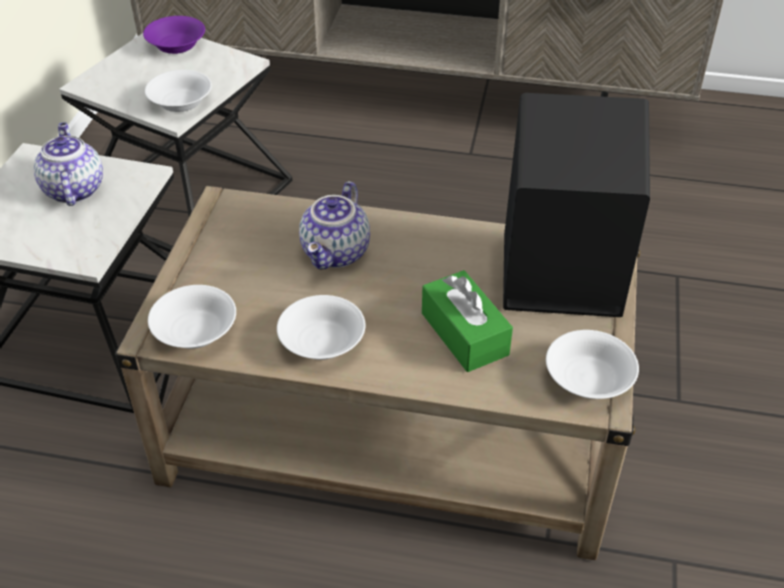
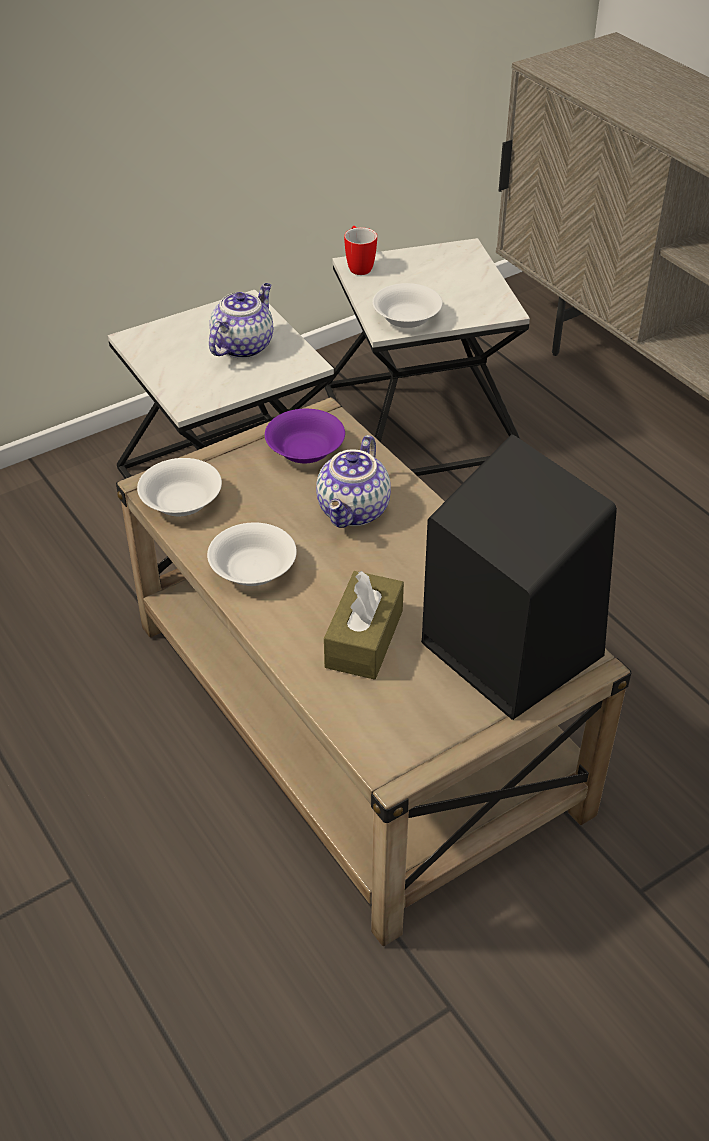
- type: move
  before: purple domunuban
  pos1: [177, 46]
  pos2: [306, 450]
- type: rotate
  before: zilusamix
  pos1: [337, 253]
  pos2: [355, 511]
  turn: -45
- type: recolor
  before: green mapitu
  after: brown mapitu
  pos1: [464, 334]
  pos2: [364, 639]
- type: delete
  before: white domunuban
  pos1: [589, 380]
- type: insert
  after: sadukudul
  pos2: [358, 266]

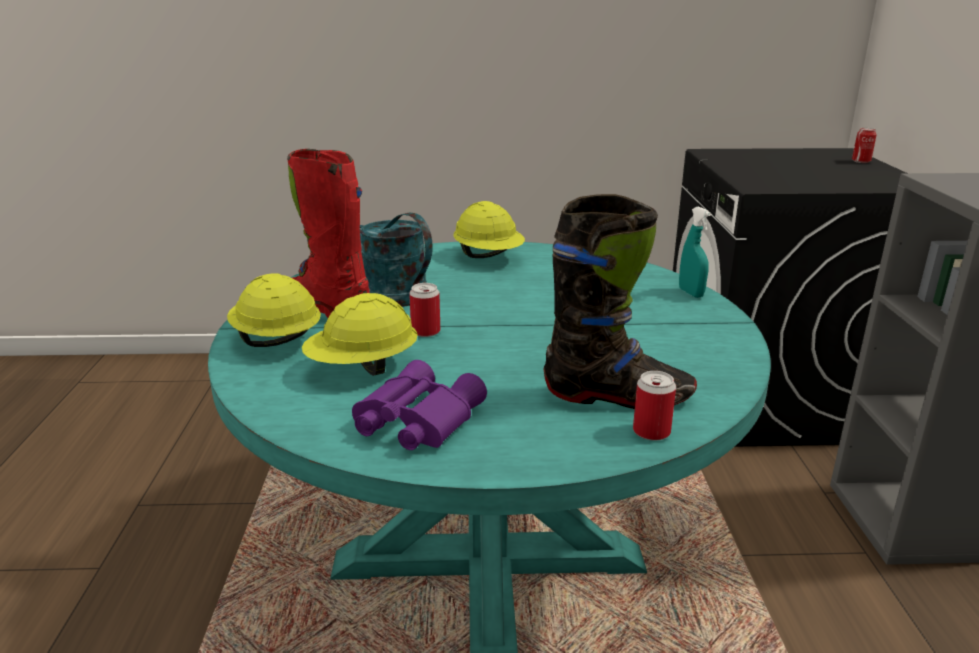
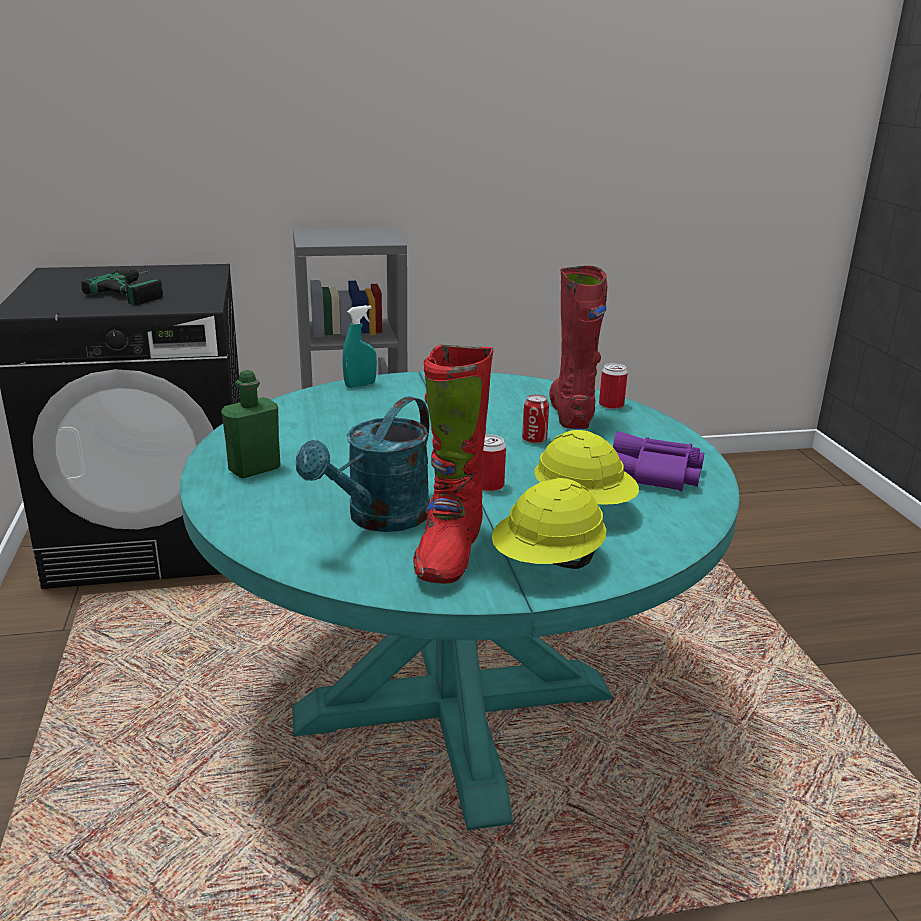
- type: move
  before: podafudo
  pos1: [861, 161]
  pos2: [534, 440]
- type: recolor
  before: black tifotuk
  after: red tifotuk
  pos1: [617, 397]
  pos2: [571, 413]
- type: replace
  before: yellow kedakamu
  after: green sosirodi
  pos1: [489, 257]
  pos2: [254, 469]
- type: insert
  after: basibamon
  pos2: [139, 291]

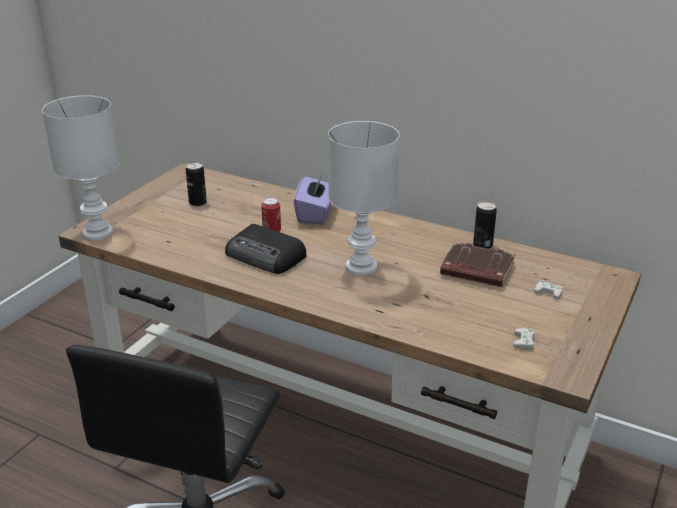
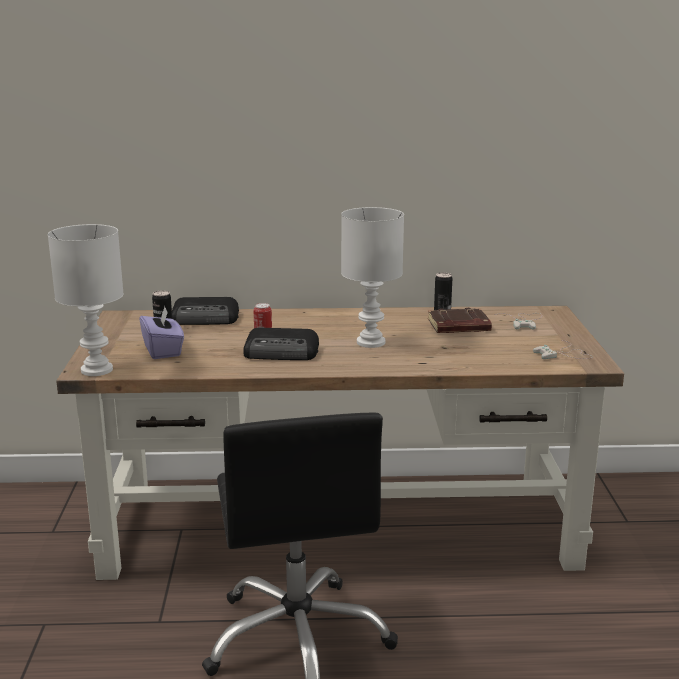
- type: move
  before: purple mapitu
  pos1: [315, 214]
  pos2: [163, 350]
- type: insert
  after: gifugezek
  pos2: [206, 318]

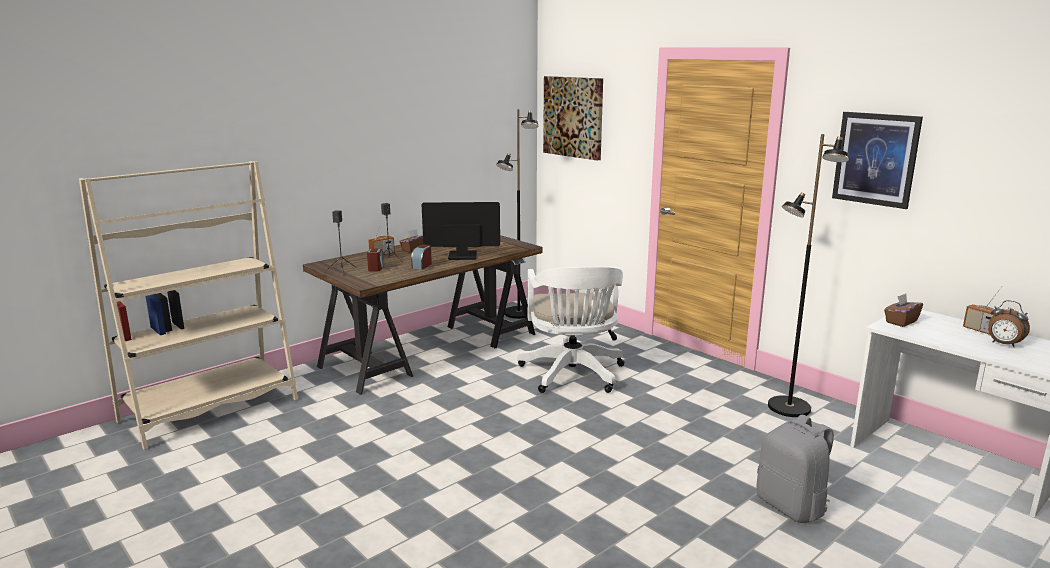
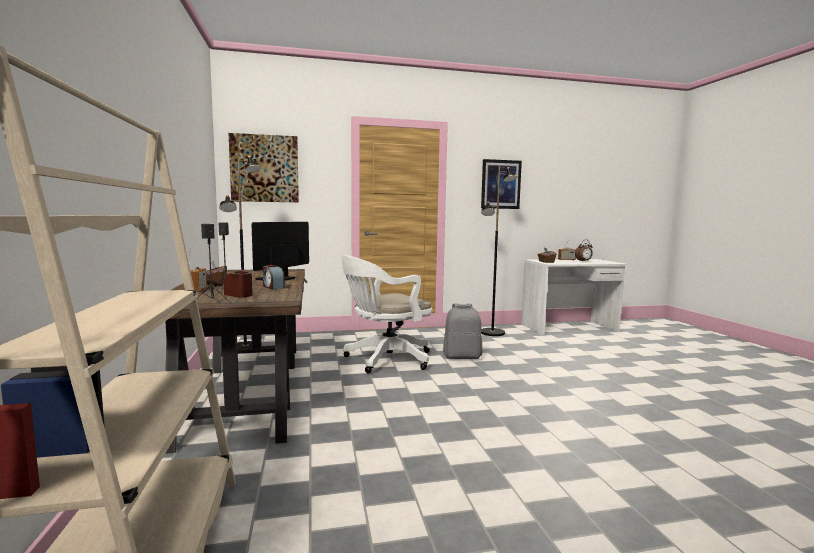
- type: rotate
  before: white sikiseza
  pos1: [573, 375]
  pos2: [385, 360]
  turn: 120
- type: move
  before: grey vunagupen
  pos1: [792, 506]
  pos2: [462, 356]

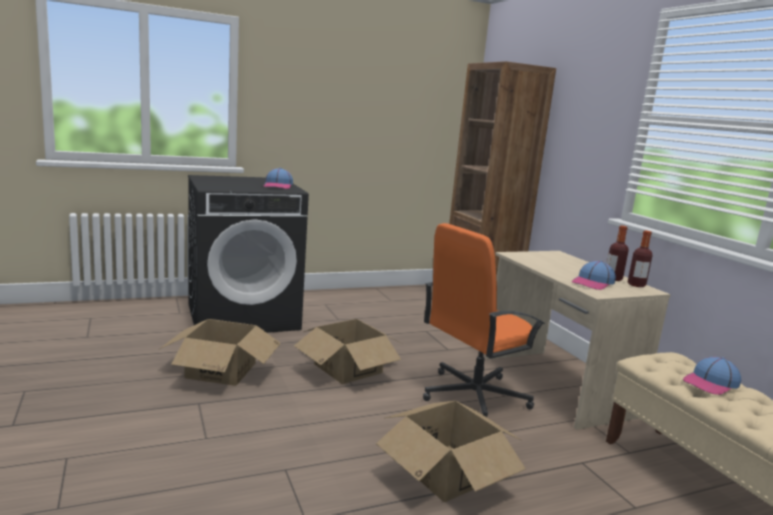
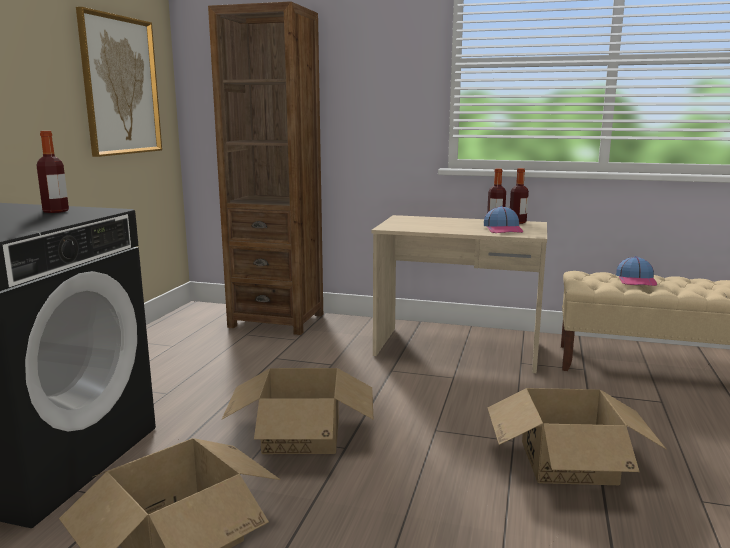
- type: replace
  before: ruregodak
  after: sosirodi
  pos1: [278, 186]
  pos2: [55, 211]
- type: delete
  before: orange sikiseza
  pos1: [473, 396]
- type: insert
  after: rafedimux
  pos2: [120, 86]

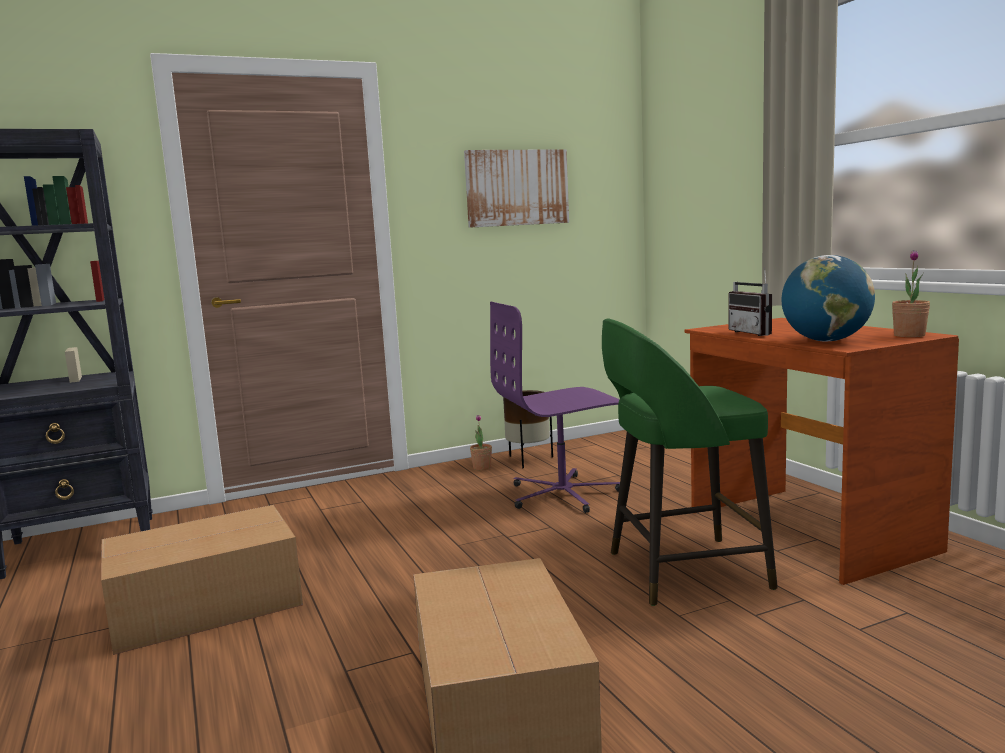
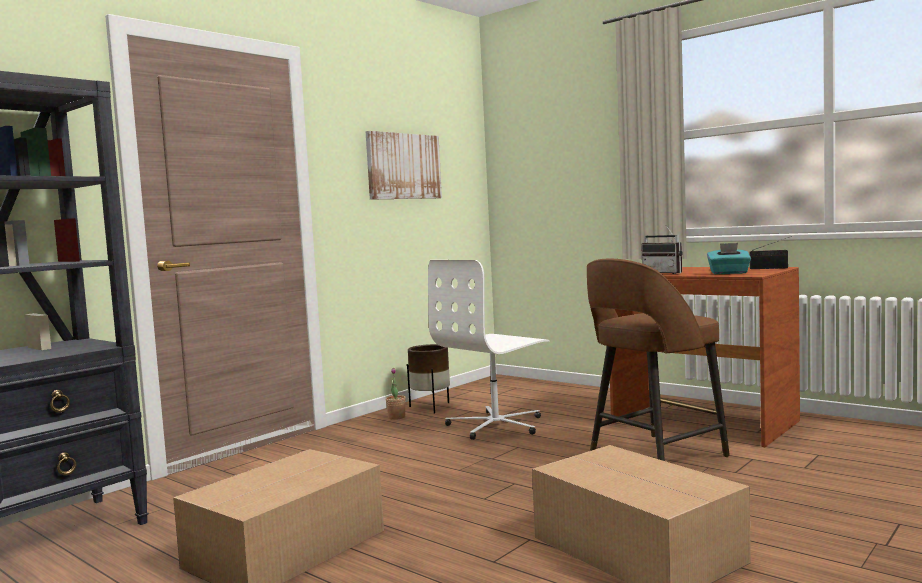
- type: replace
  before: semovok
  after: gifugezek
  pos1: [909, 335]
  pos2: [771, 268]
- type: replace
  before: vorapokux
  after: turquoise mapitu
  pos1: [825, 341]
  pos2: [729, 273]
- type: recolor
  before: purple sikiseza
  after: white sikiseza
  pos1: [563, 494]
  pos2: [496, 425]
- type: recolor
  before: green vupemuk
  after: brown vupemuk
  pos1: [682, 570]
  pos2: [654, 456]

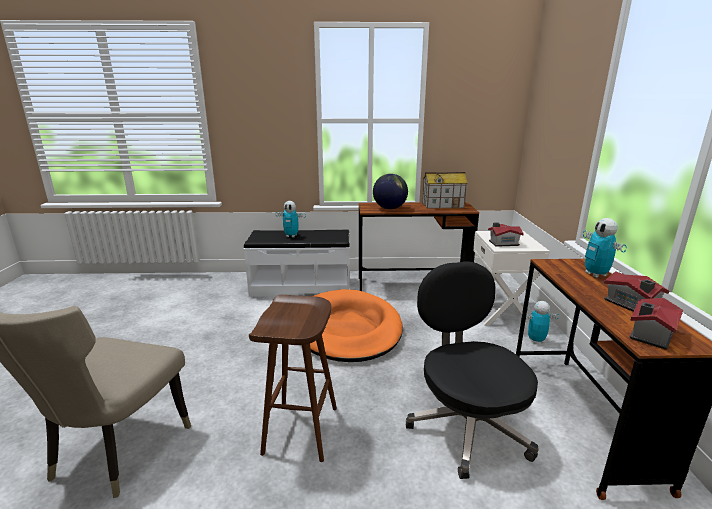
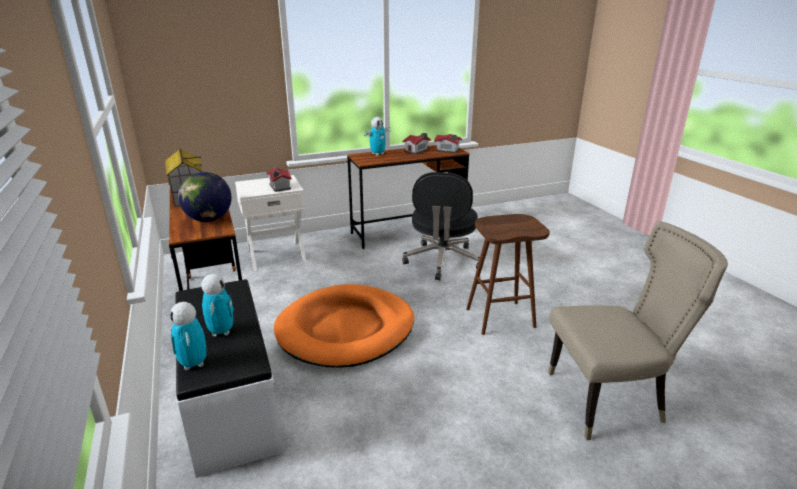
- type: rotate
  before: black sikiseza
  pos1: [467, 426]
  pos2: [442, 261]
  turn: -45
- type: move
  before: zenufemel
  pos1: [536, 340]
  pos2: [193, 364]

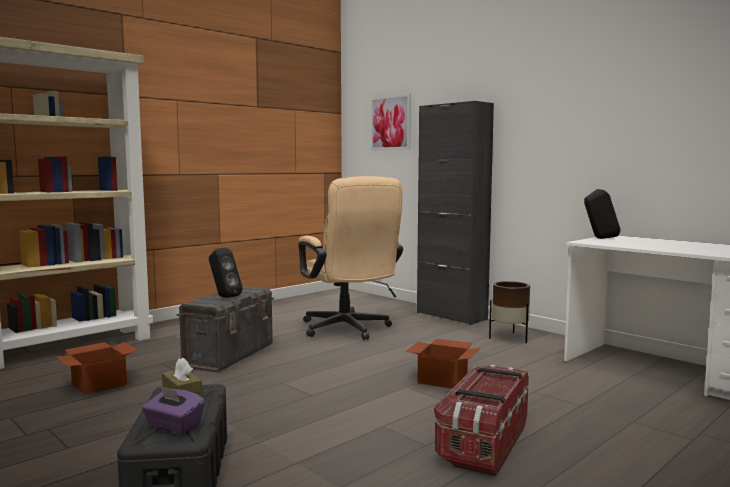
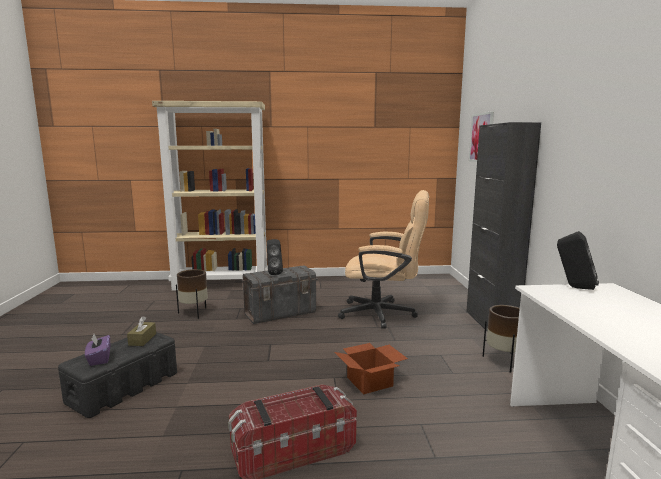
- type: rotate
  before: beige sikiseza
  pos1: [348, 330]
  pos2: [384, 314]
  turn: -90
- type: replace
  before: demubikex
  after: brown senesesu
  pos1: [99, 383]
  pos2: [194, 313]

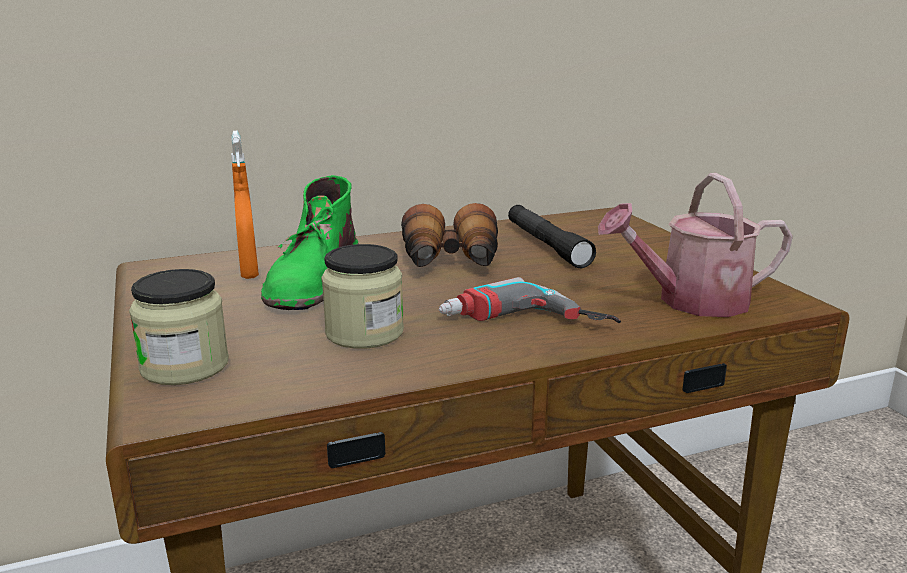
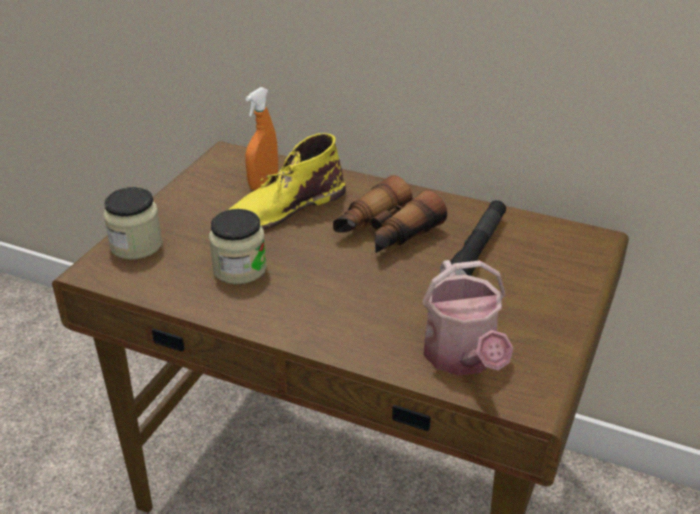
- type: rotate
  before: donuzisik
  pos1: [691, 301]
  pos2: [463, 358]
  turn: -135
- type: recolor
  before: green tifotuk
  after: yellow tifotuk
  pos1: [313, 280]
  pos2: [283, 208]
- type: delete
  before: basibamon
  pos1: [524, 326]

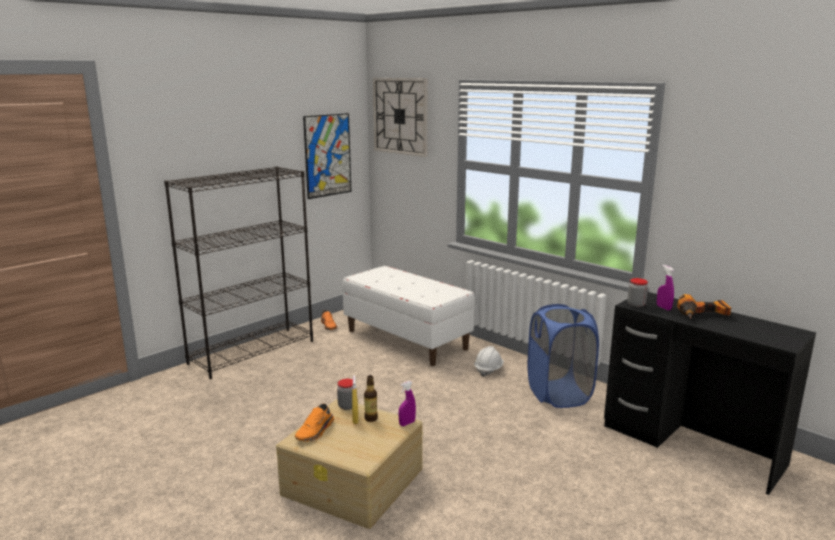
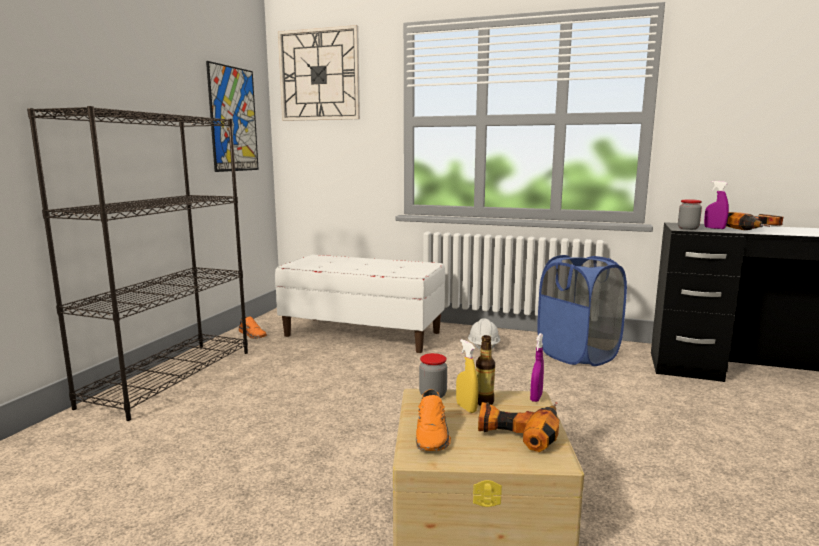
- type: insert
  after: basibamon
  pos2: [518, 429]

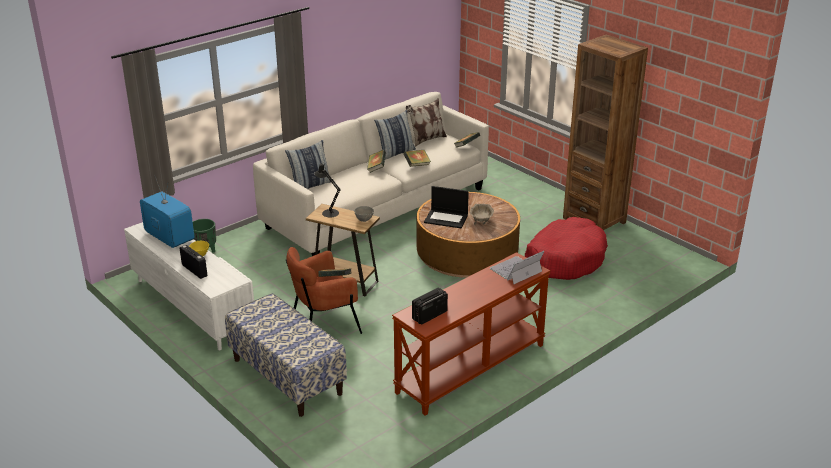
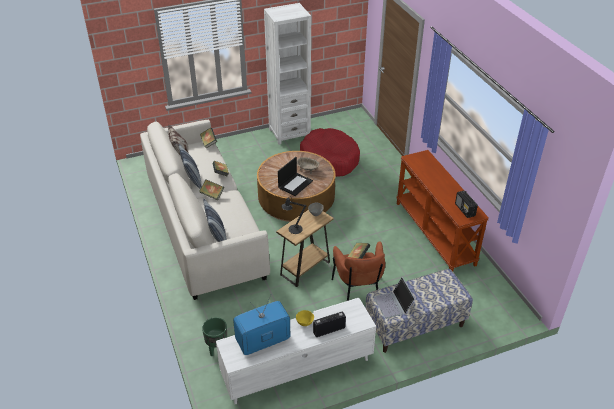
- type: recolor
  before: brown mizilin
  after: white mizilin
  pos1: [594, 220]
  pos2: [289, 133]
- type: move
  before: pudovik
  pos1: [515, 270]
  pos2: [393, 304]

